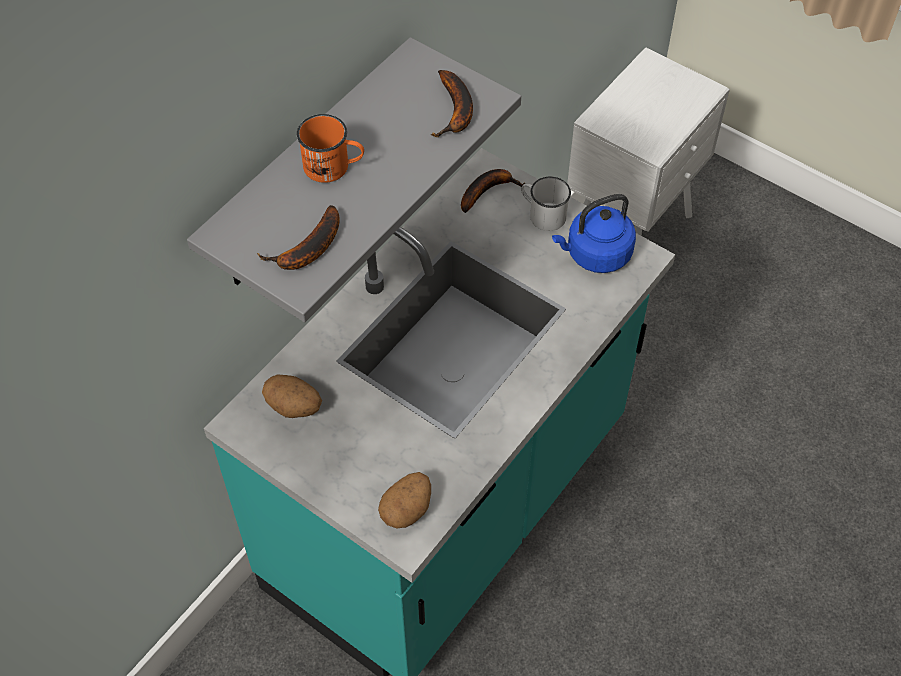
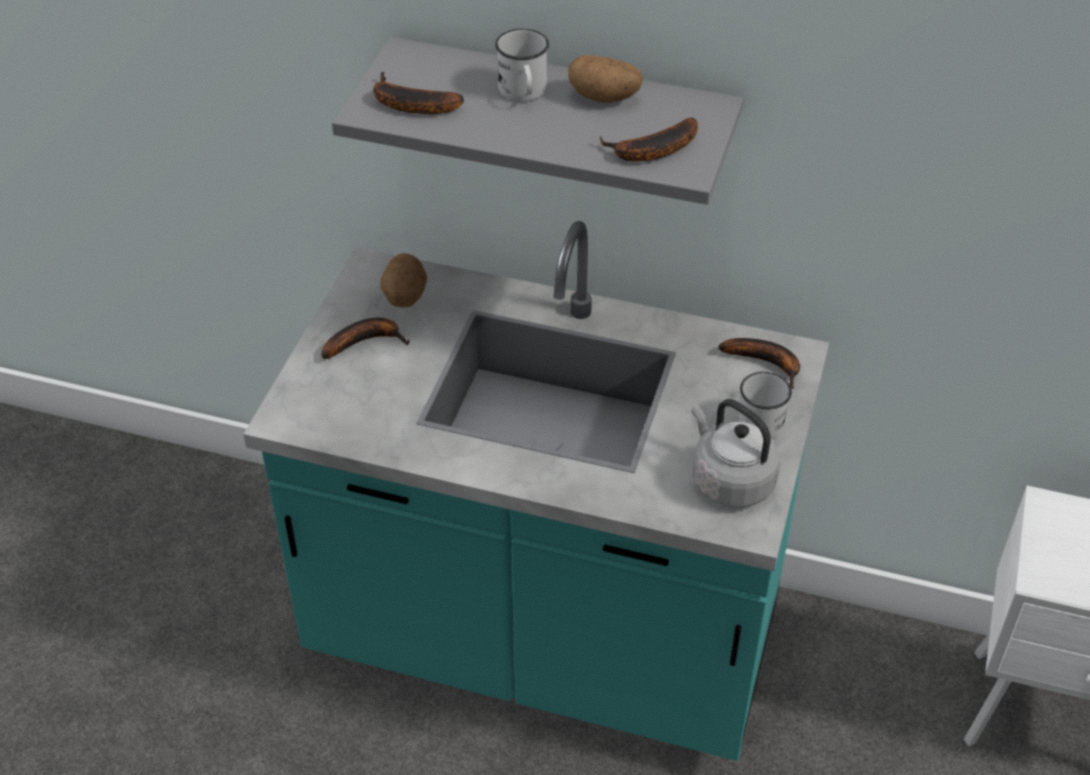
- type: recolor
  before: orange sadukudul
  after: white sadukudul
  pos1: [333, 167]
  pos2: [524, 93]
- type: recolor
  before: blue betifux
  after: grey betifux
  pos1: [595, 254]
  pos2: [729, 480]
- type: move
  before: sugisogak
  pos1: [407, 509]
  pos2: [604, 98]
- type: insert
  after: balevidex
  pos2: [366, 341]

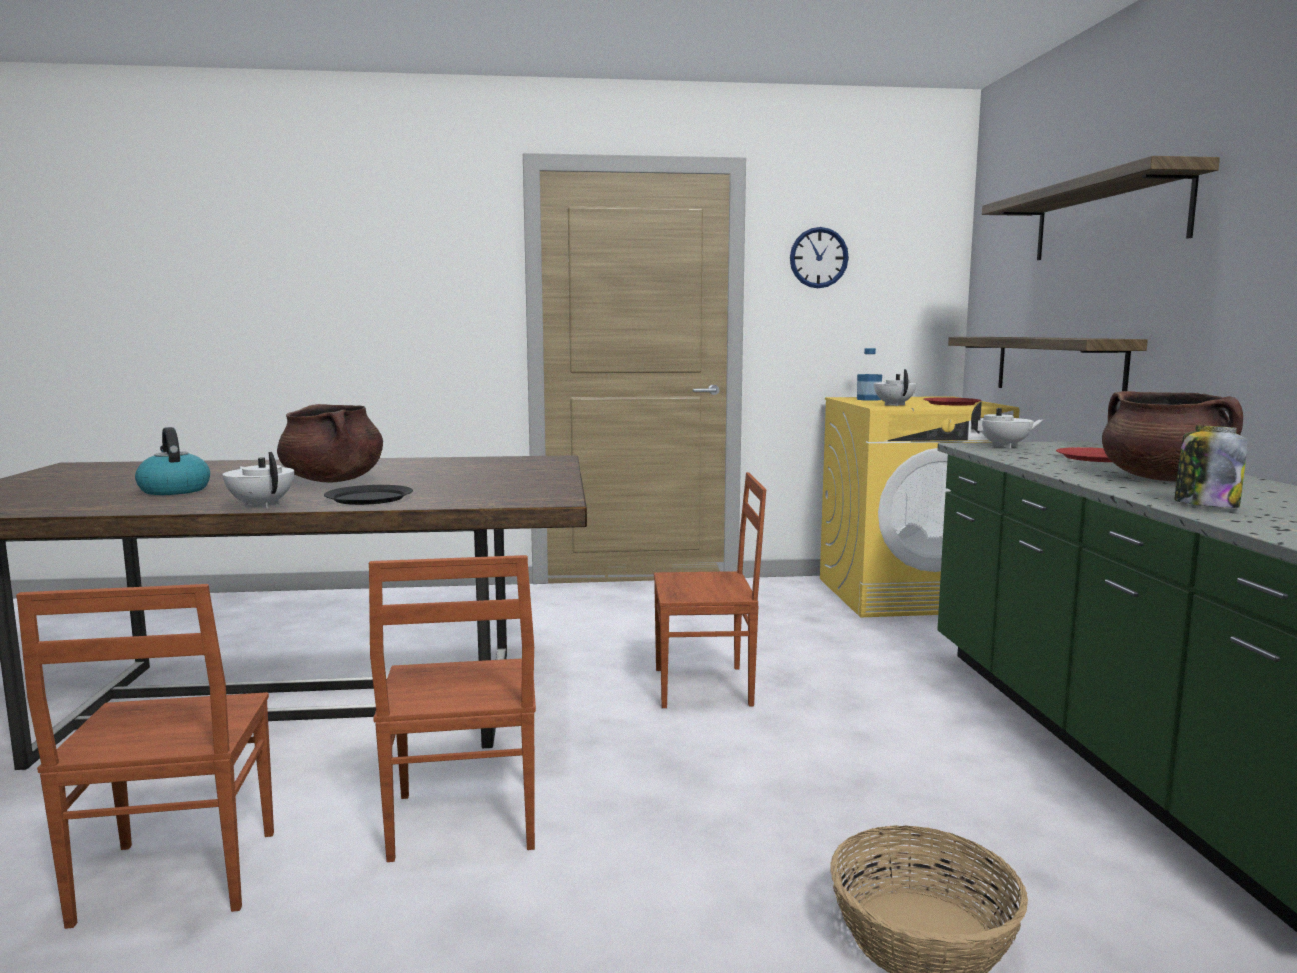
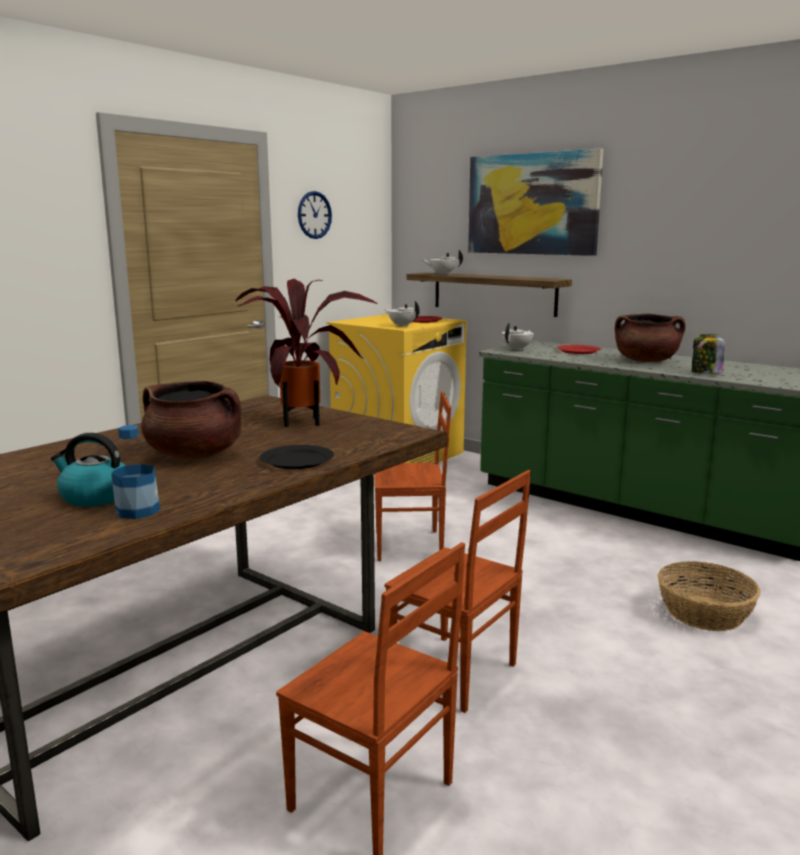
- type: replace
  before: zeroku
  after: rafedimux
  pos1: [1107, 218]
  pos2: [532, 204]
- type: move
  before: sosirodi
  pos1: [868, 399]
  pos2: [138, 511]
- type: move
  before: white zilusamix
  pos1: [261, 505]
  pos2: [442, 274]
- type: rotate
  before: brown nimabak
  pos1: [705, 687]
  pos2: [410, 546]
  turn: 45
- type: insert
  after: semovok
  pos2: [303, 420]

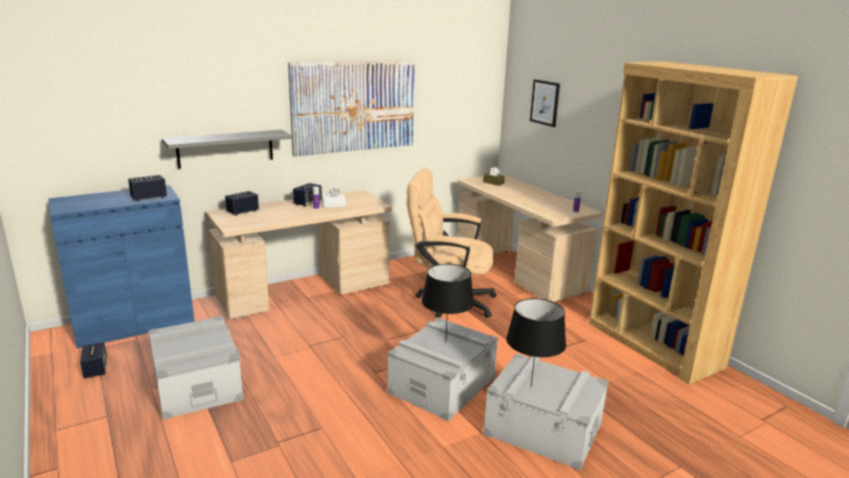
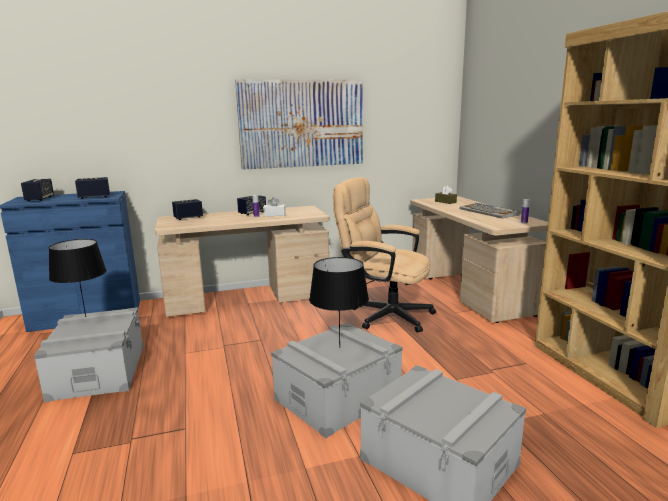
- type: delete
  before: rafedimux
  pos1: [545, 102]
- type: delete
  before: grey zeroku
  pos1: [225, 148]
- type: move
  before: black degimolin
  pos1: [530, 386]
  pos2: [86, 317]
- type: move
  before: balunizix
  pos1: [95, 369]
  pos2: [39, 199]
- type: insert
  after: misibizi
  pos2: [489, 212]

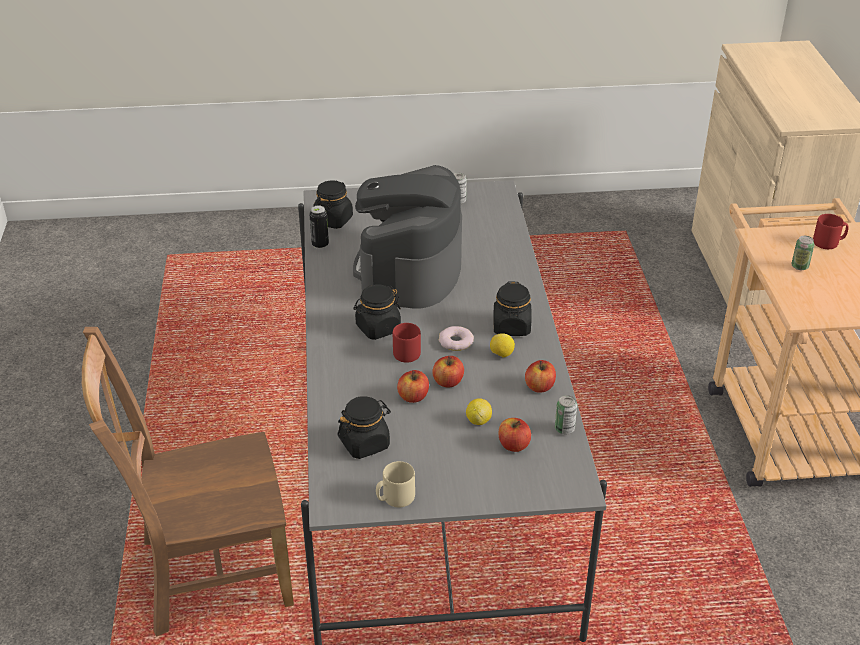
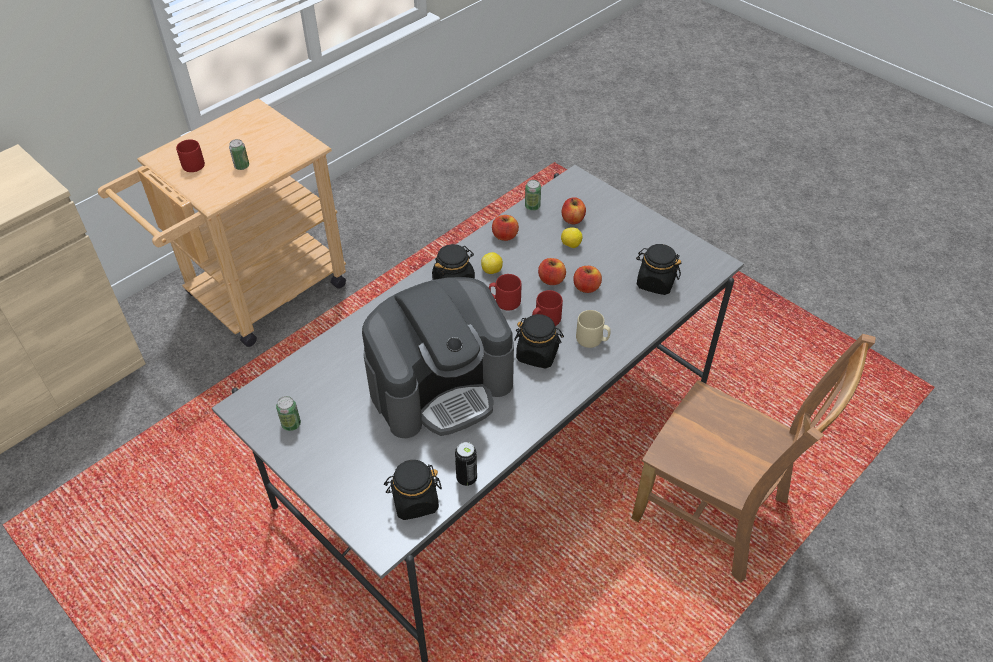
- type: replace
  before: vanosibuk
  after: red sadukudul
  pos1: [456, 342]
  pos2: [504, 301]
- type: move
  before: beige sadukudul
  pos1: [395, 498]
  pos2: [592, 339]

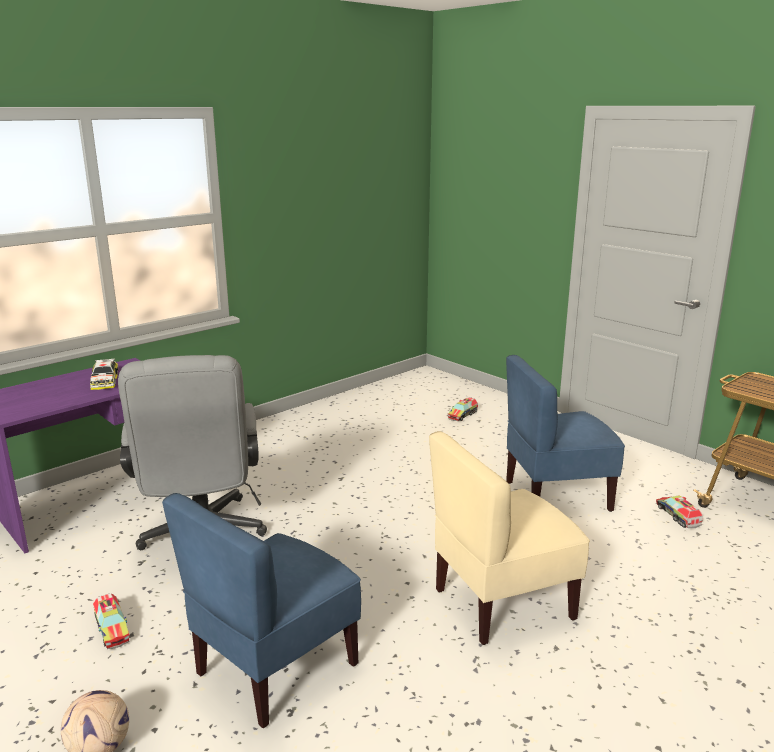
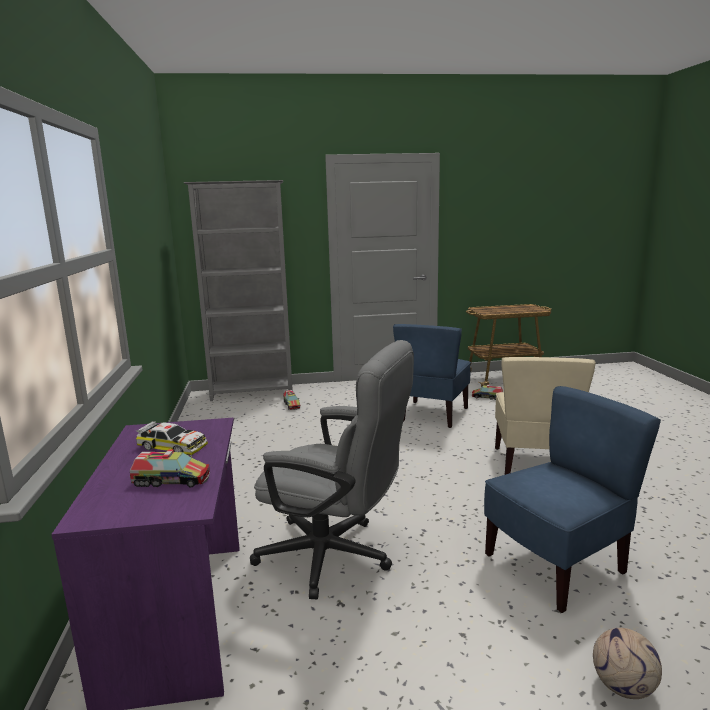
- type: rotate
  before: blue nimabak
  pos1: [275, 668]
  pos2: [556, 565]
  turn: -105
- type: move
  before: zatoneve
  pos1: [112, 629]
  pos2: [171, 480]
- type: insert
  after: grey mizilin
  pos2: [253, 393]

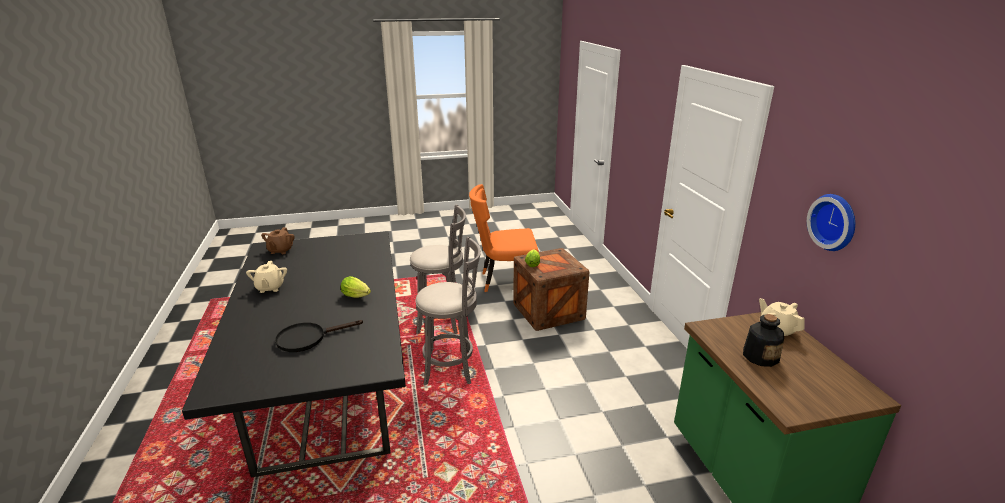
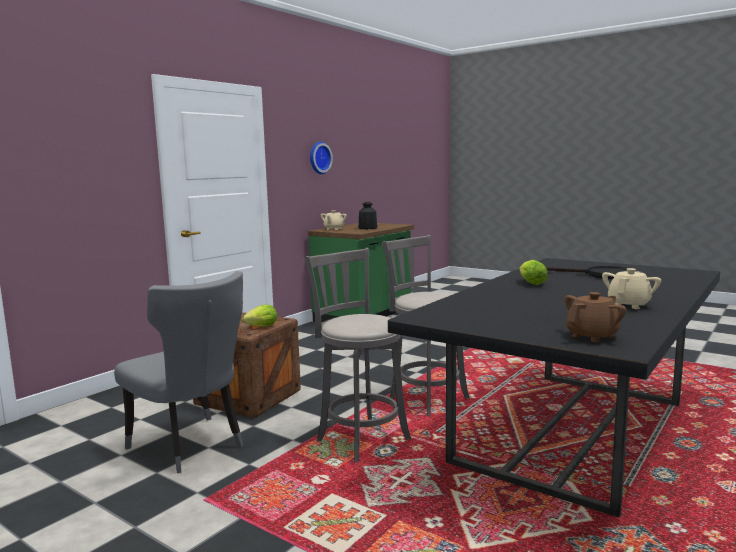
- type: recolor
  before: orange nimabak
  after: grey nimabak
  pos1: [504, 281]
  pos2: [191, 447]

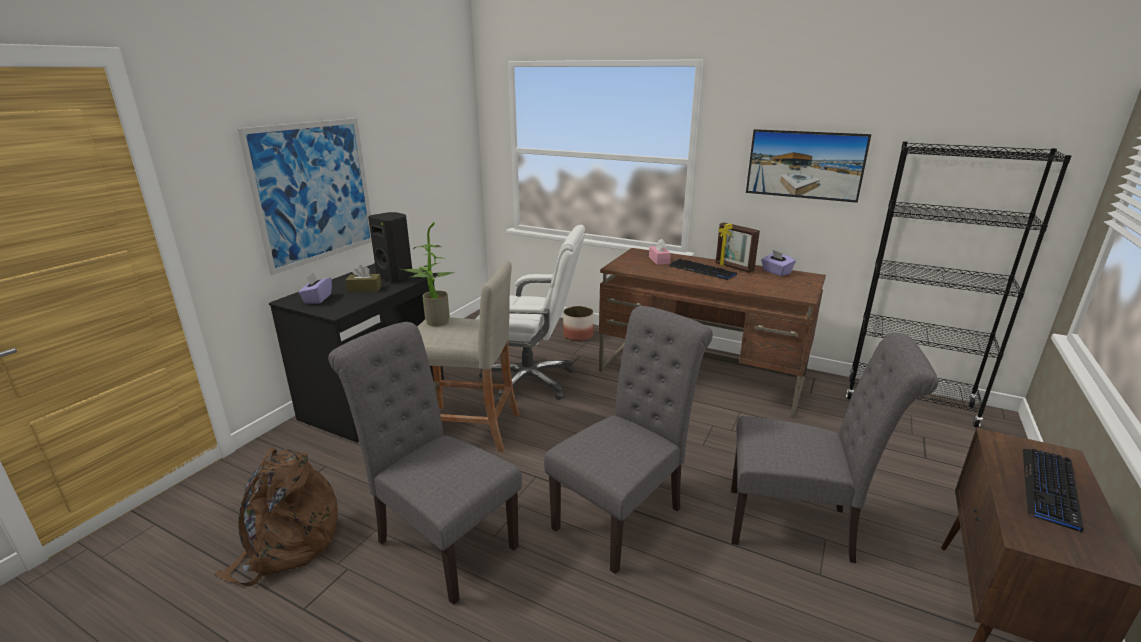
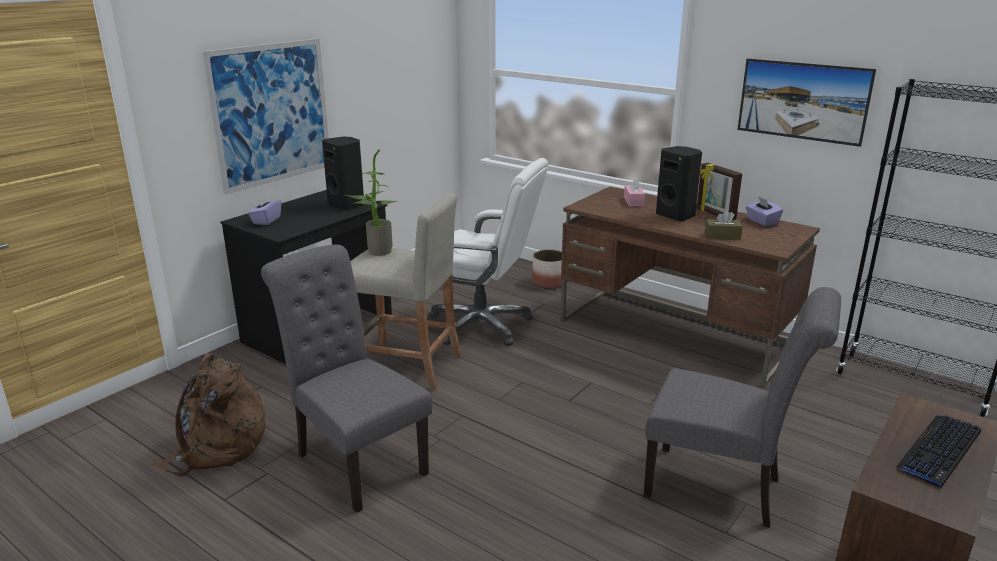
- type: replace
  before: misibizi
  after: black balunizix
  pos1: [702, 270]
  pos2: [676, 215]
- type: move
  before: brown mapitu
  pos1: [364, 289]
  pos2: [722, 236]
- type: delete
  before: grey nimabak
  pos1: [624, 514]

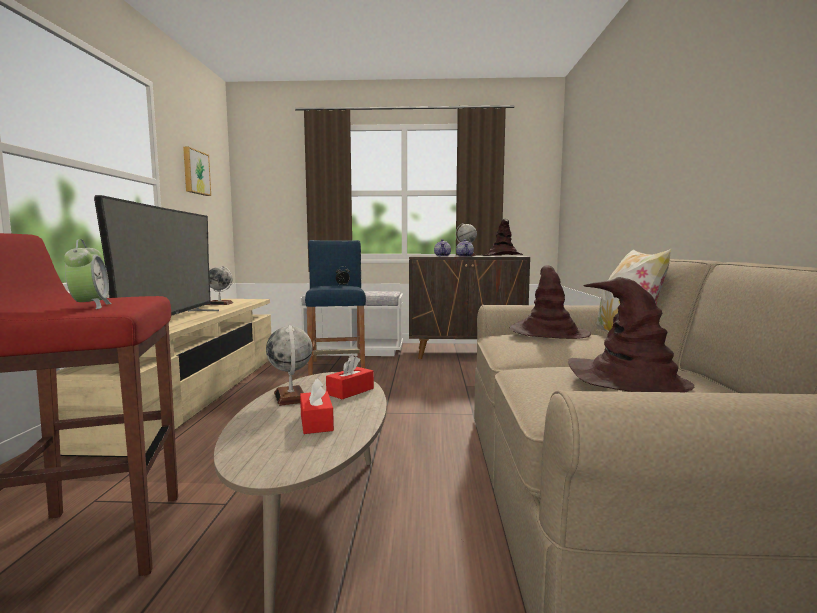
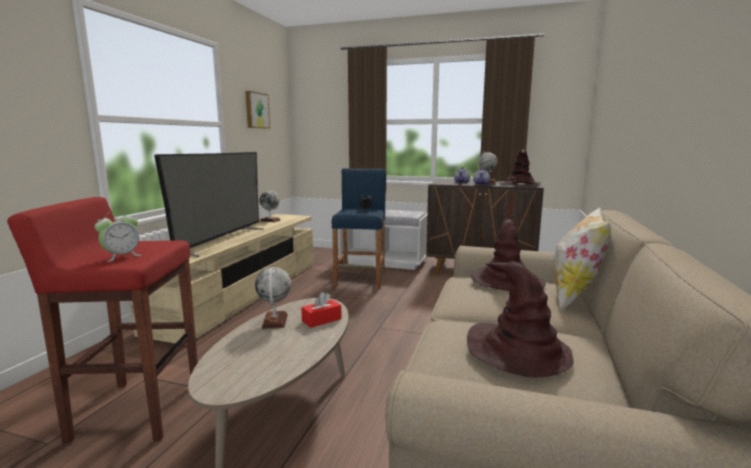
- type: rotate
  before: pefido
  pos1: [90, 306]
  pos2: [121, 257]
  turn: 45
- type: delete
  before: red mapitu
  pos1: [316, 422]

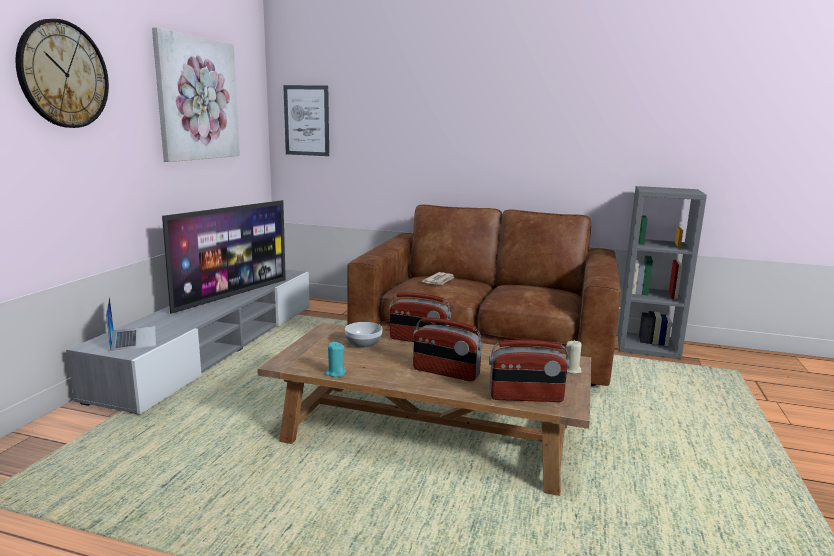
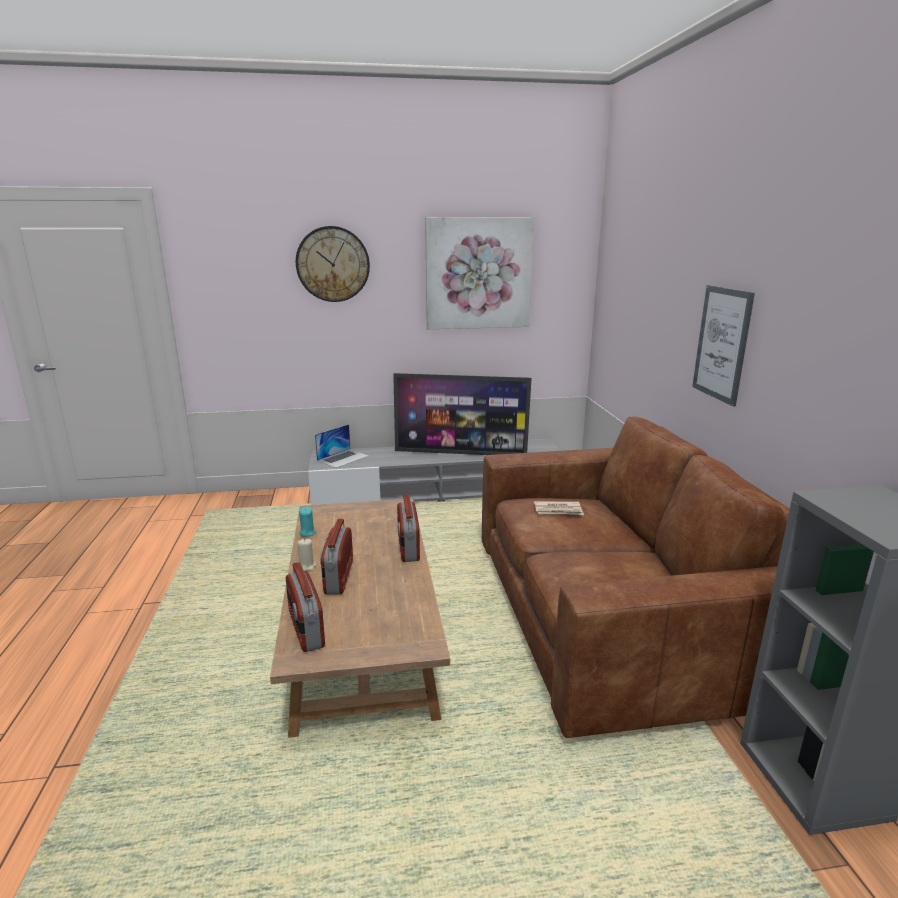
- type: move
  before: rafedimux
  pos1: [306, 120]
  pos2: [721, 344]
- type: delete
  before: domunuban
  pos1: [363, 344]
- type: move
  before: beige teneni
  pos1: [571, 370]
  pos2: [307, 566]

